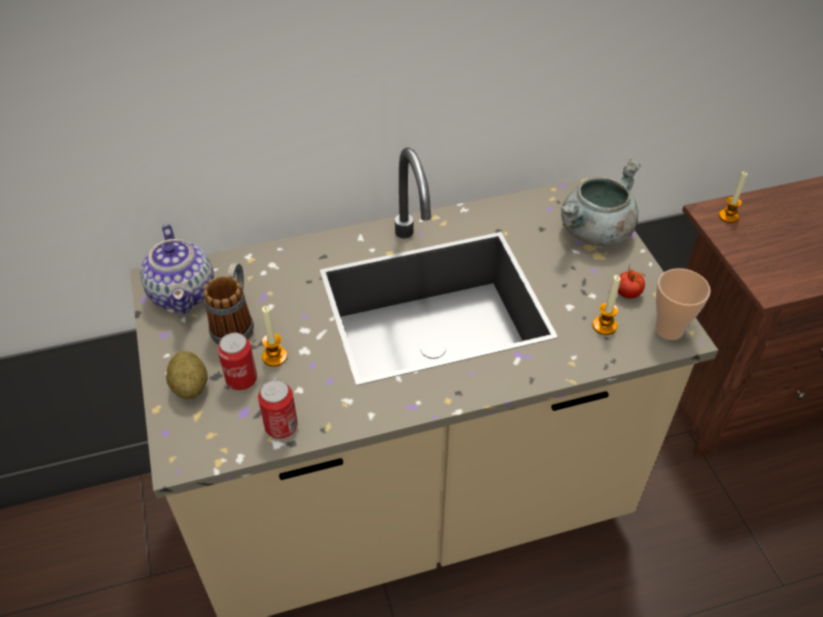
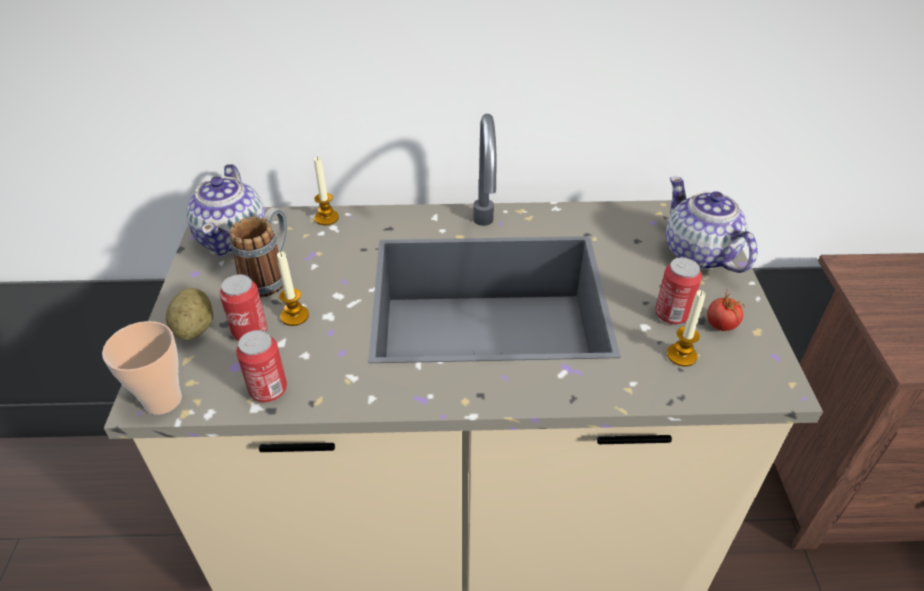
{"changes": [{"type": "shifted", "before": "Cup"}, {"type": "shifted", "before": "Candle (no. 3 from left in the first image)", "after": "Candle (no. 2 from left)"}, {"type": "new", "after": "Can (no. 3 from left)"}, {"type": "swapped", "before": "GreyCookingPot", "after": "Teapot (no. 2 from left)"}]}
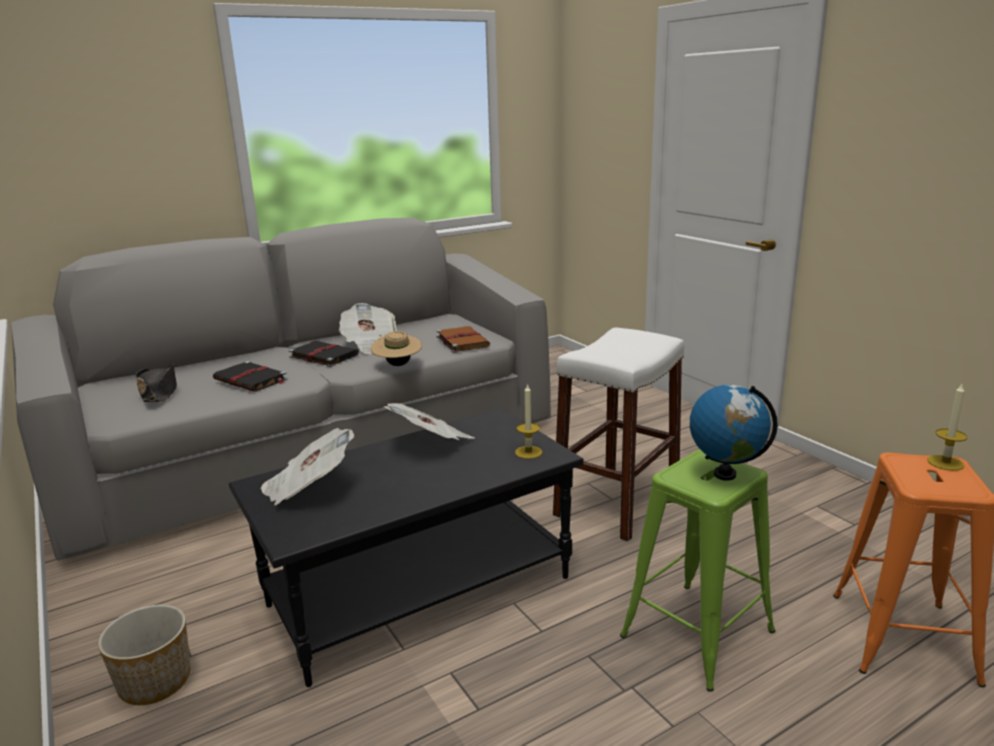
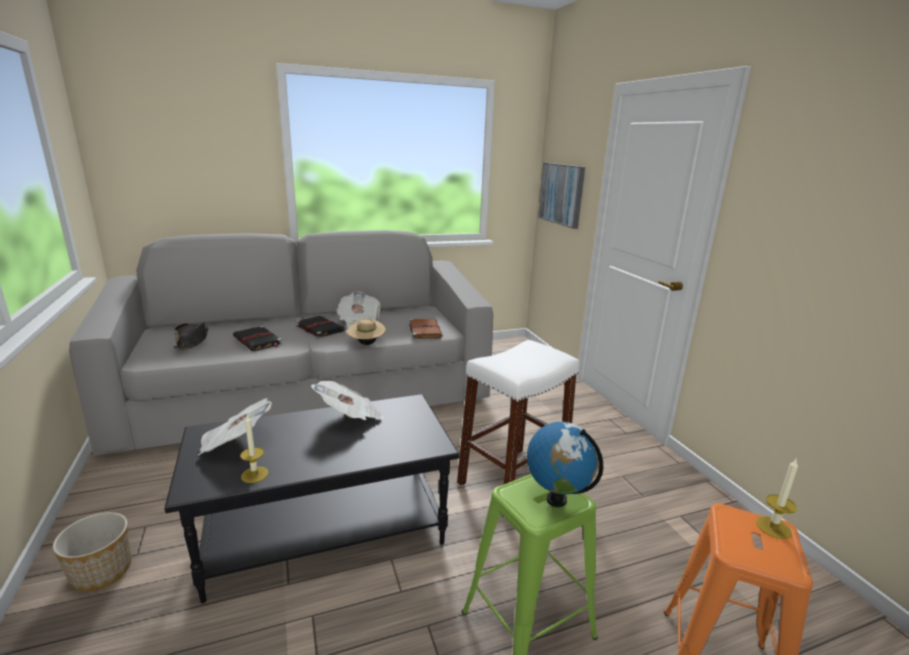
{"changes": [{"type": "shifted", "before": "Candle (no. 1 from left)"}, {"type": "new", "after": "Picture"}]}
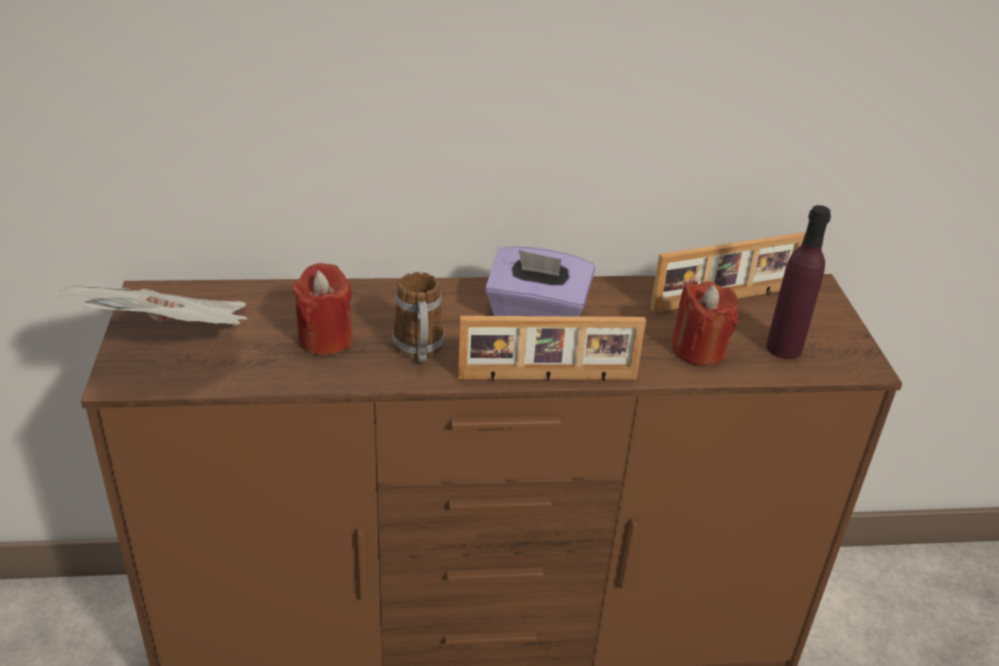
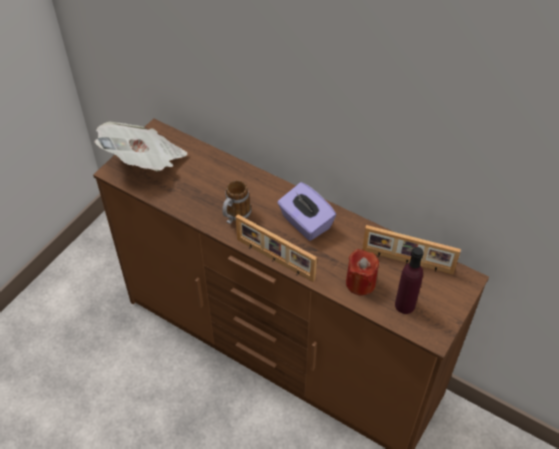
{"changes": [{"type": "gone", "before": "RedCandle (no. 1 from left)"}]}
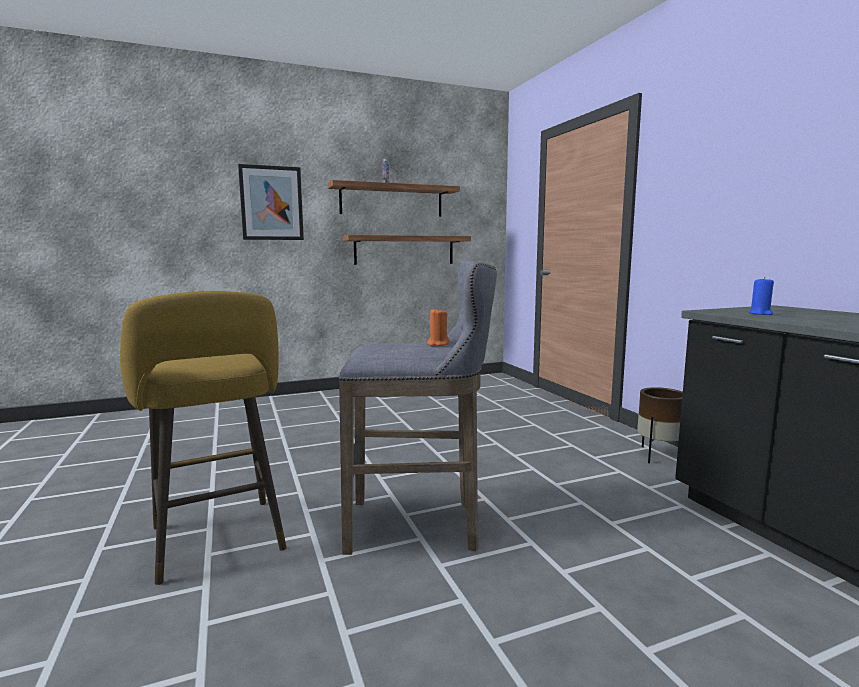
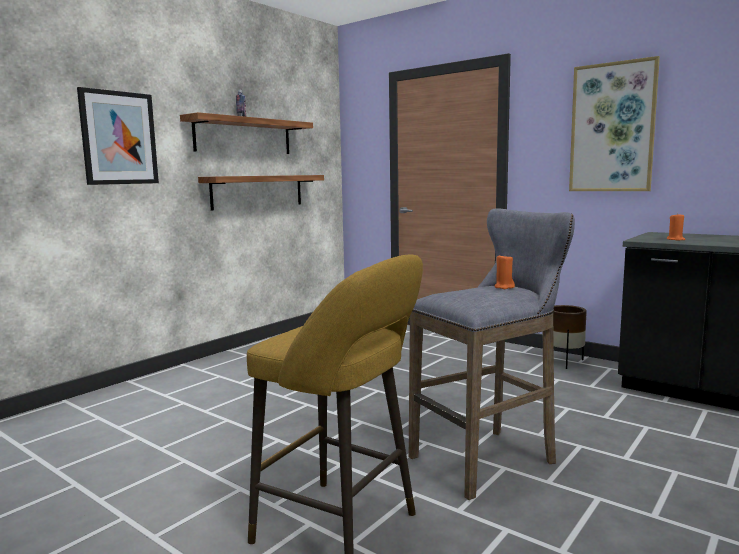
{"changes": [{"type": "new", "after": "Picture (no. 2 from left)"}, {"type": "repainted", "before": "BlueCandle", "after": "OrangeCandle (no. 2 from left)"}]}
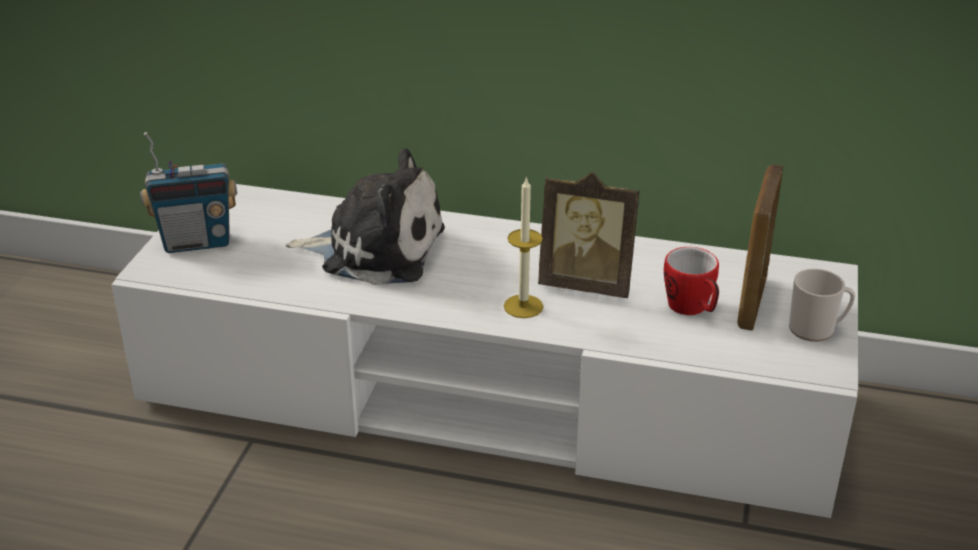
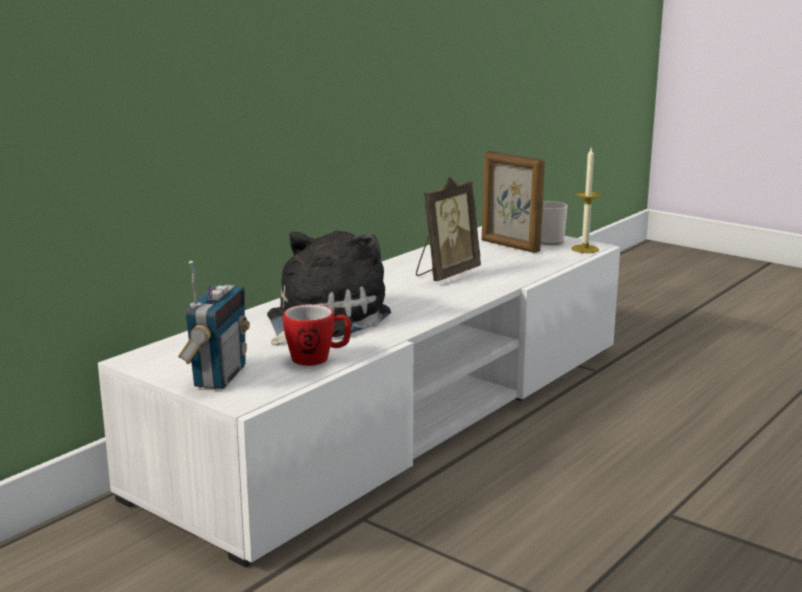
{"changes": [{"type": "shifted", "before": "Mug (no. 1 from left)"}, {"type": "shifted", "before": "Candle"}]}
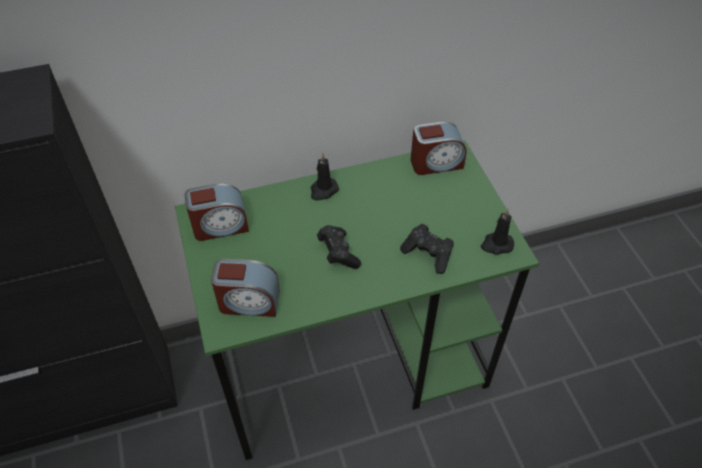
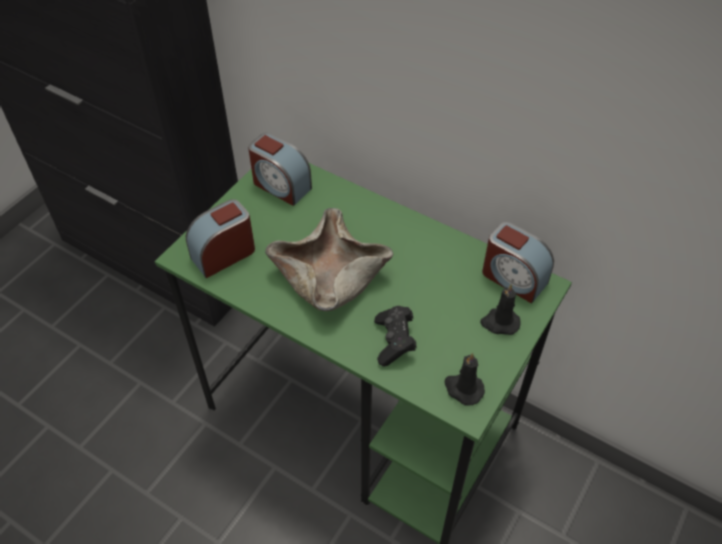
{"changes": [{"type": "rotated", "before": "AlarmClock (no. 2 from left in the first image)", "turn": 90}, {"type": "swapped", "before": "BlackGameController (no. 1 from left)", "after": "BeigeBowl"}, {"type": "shifted", "before": "BlackCandle (no. 1 from left in the first image)", "after": "BlackCandle (no. 2 from left)"}]}
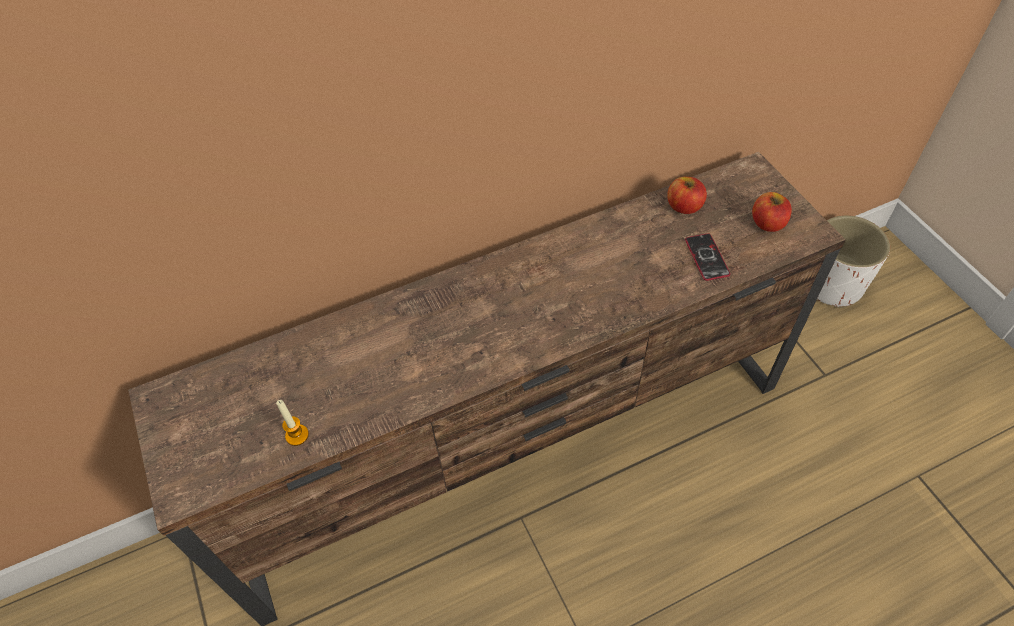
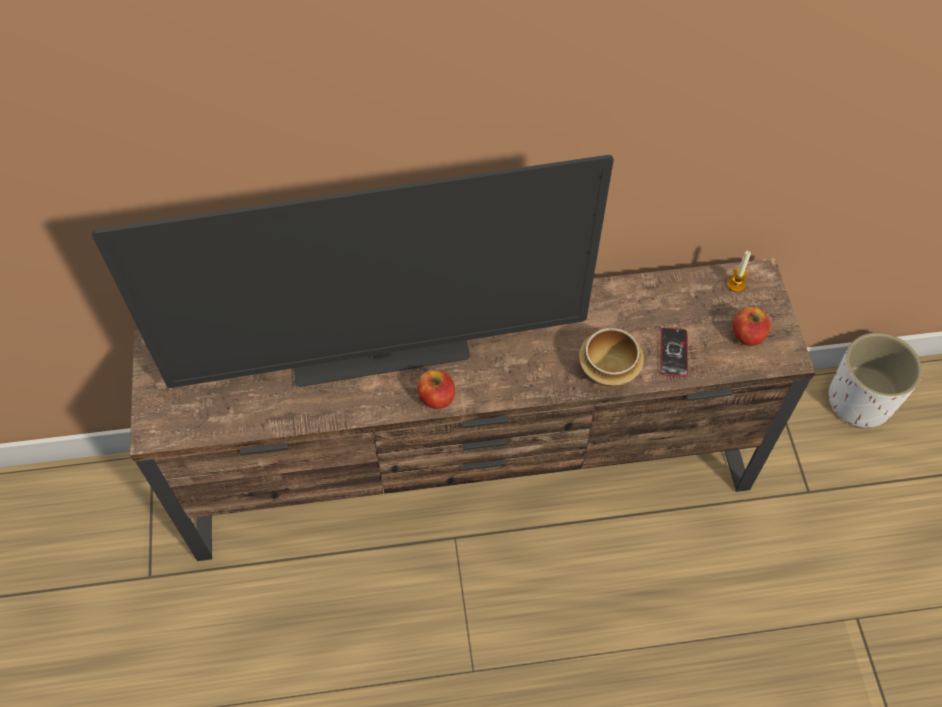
{"changes": [{"type": "new", "after": "Television"}, {"type": "shifted", "before": "Apple (no. 1 from left)"}, {"type": "new", "after": "Bowl"}, {"type": "shifted", "before": "Candle"}]}
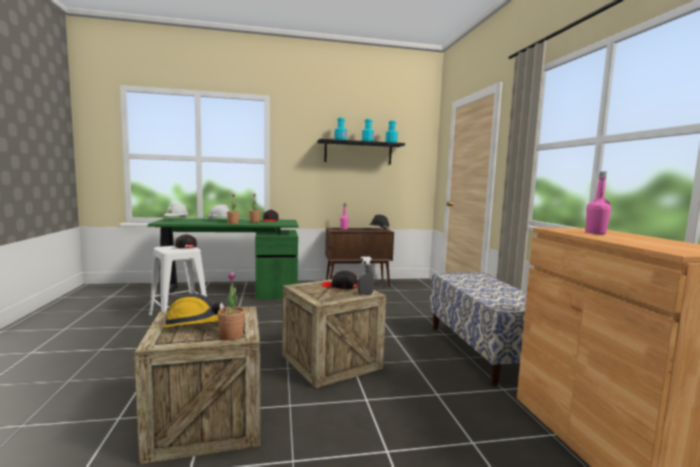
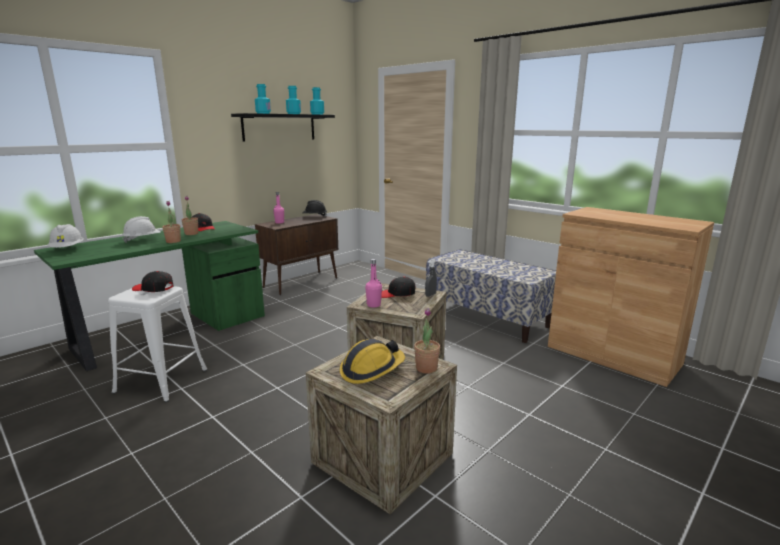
{"changes": [{"type": "shifted", "before": "PinkBottle (no. 2 from left)"}]}
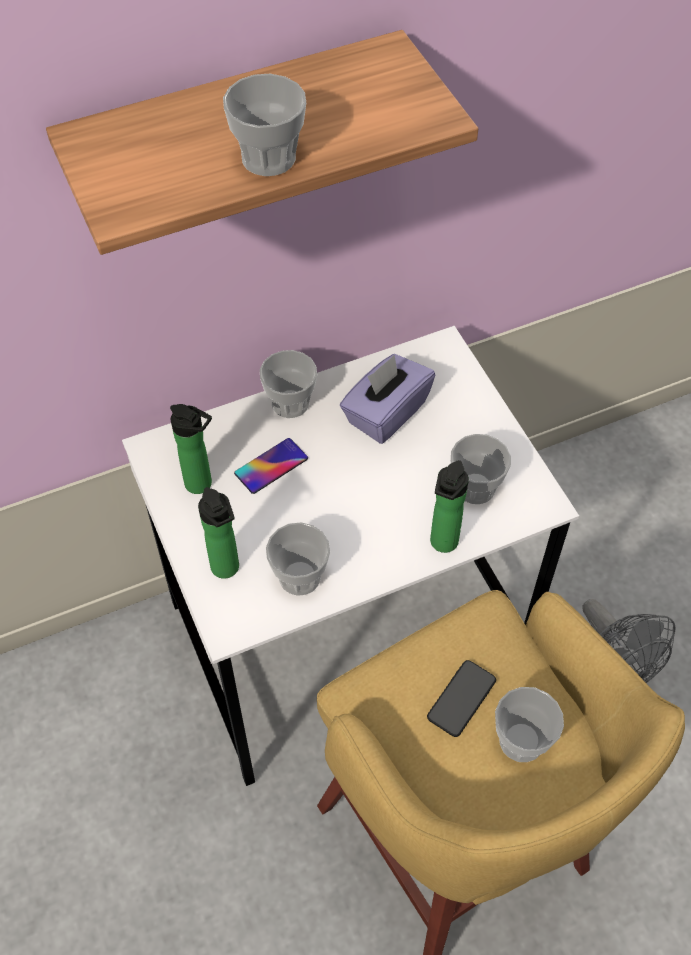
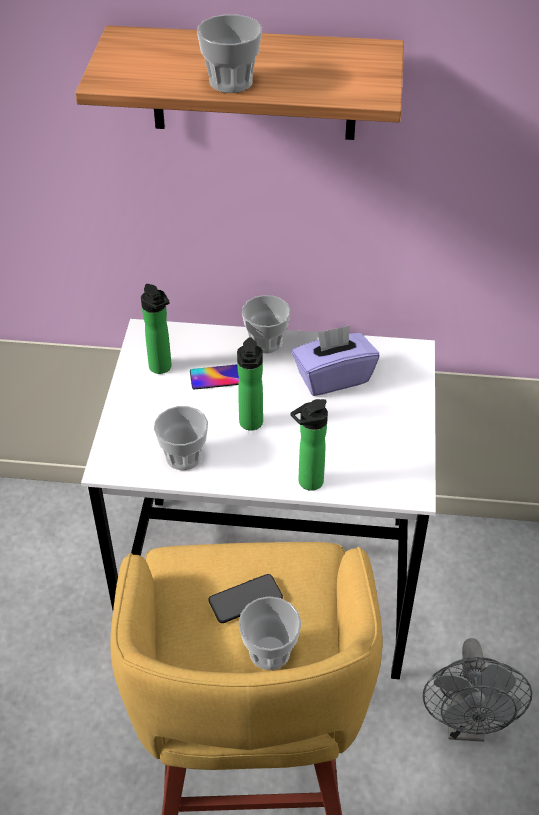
{"changes": [{"type": "shifted", "before": "Bottle (no. 2 from left)"}, {"type": "gone", "before": "Cup (no. 4 from left)"}]}
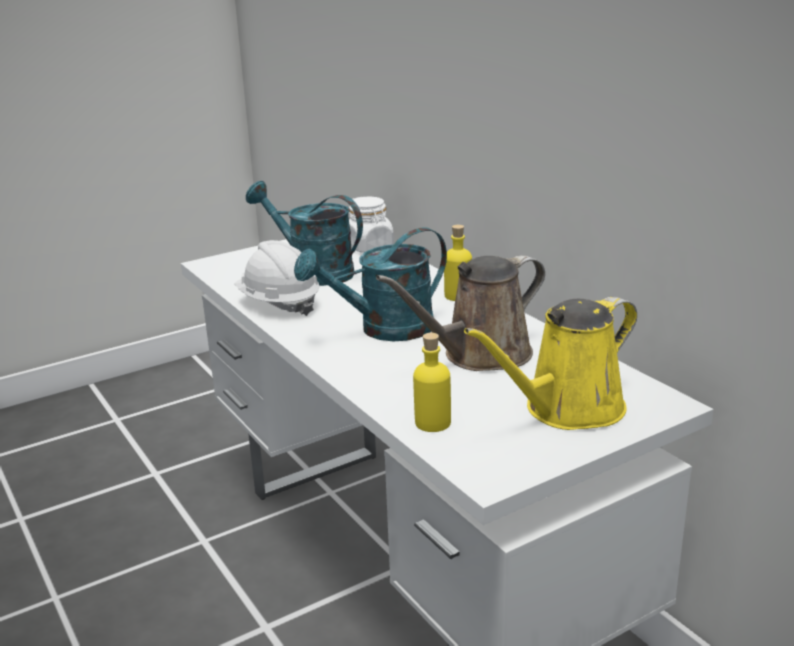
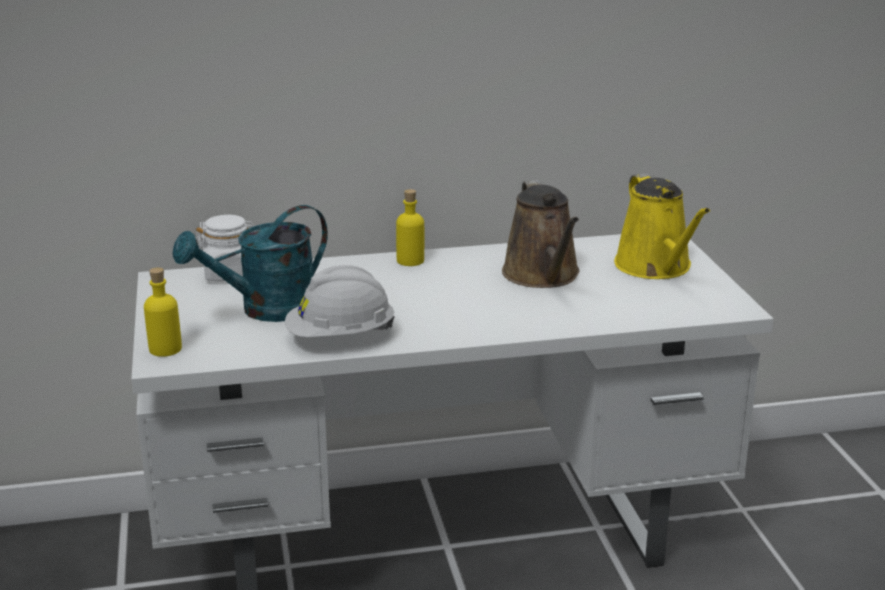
{"changes": [{"type": "shifted", "before": "YellowBottle (no. 1 from left)"}, {"type": "gone", "before": "TurquoiseWateringCan (no. 2 from left)"}]}
